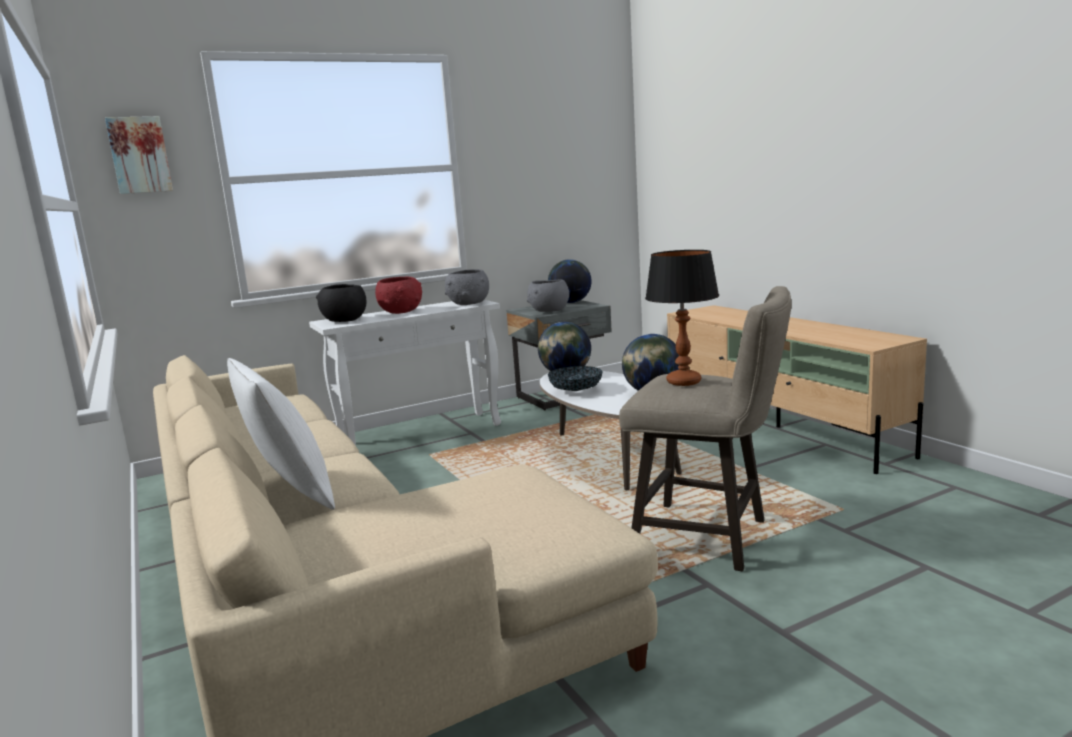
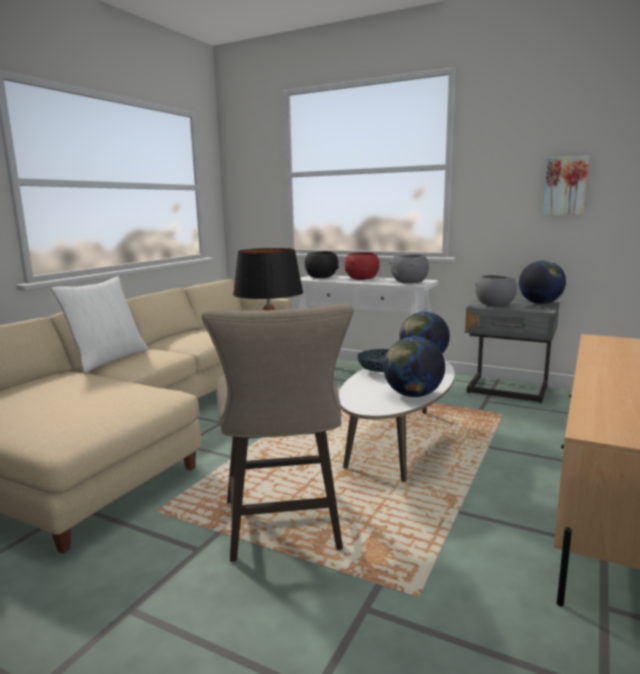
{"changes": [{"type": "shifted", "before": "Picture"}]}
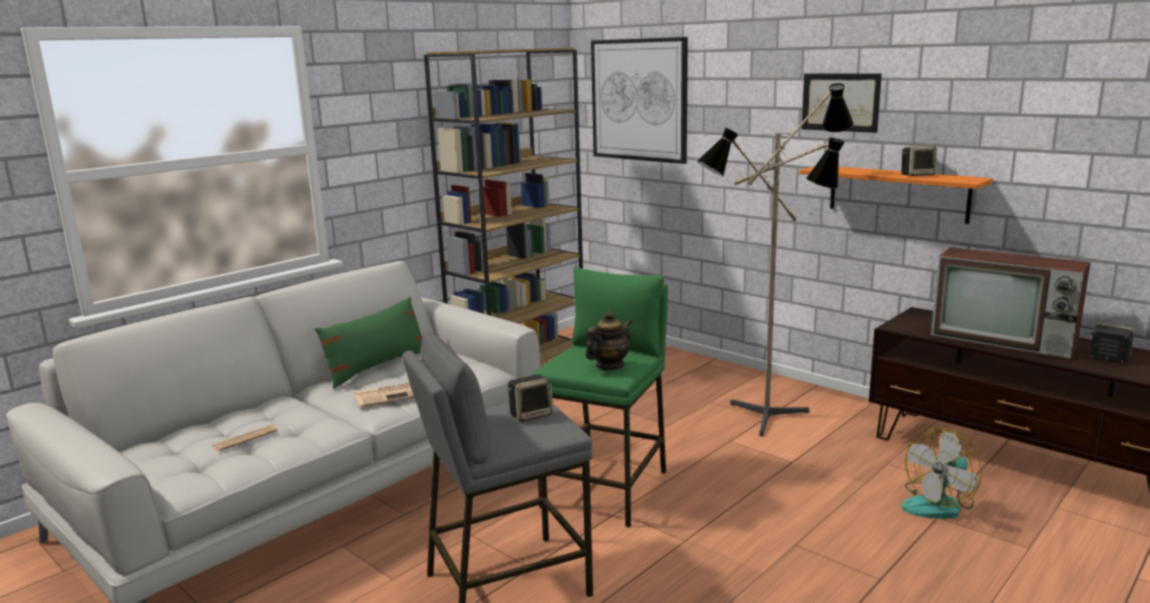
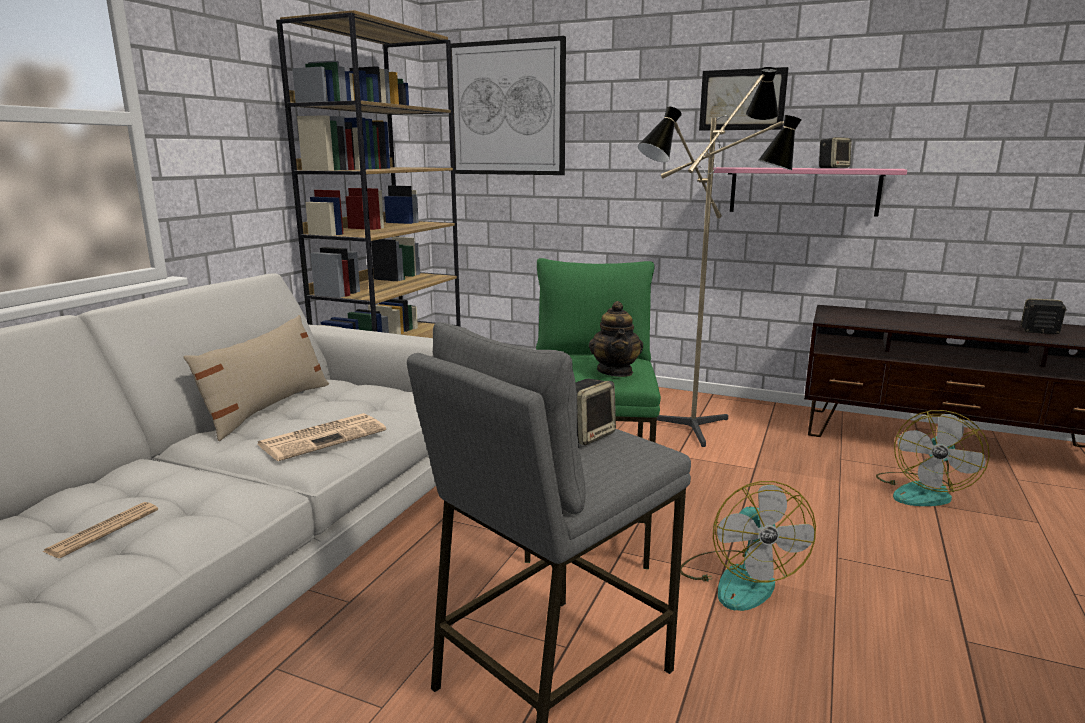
{"changes": [{"type": "repainted", "before": "GreenPillow", "after": "BeigePillow"}, {"type": "rotated", "before": "Teapot", "turn": 150}, {"type": "new", "after": "Fan (no. 1 from left)"}, {"type": "repainted", "before": "OrangeShelf", "after": "PinkShelf"}, {"type": "gone", "before": "Television"}]}
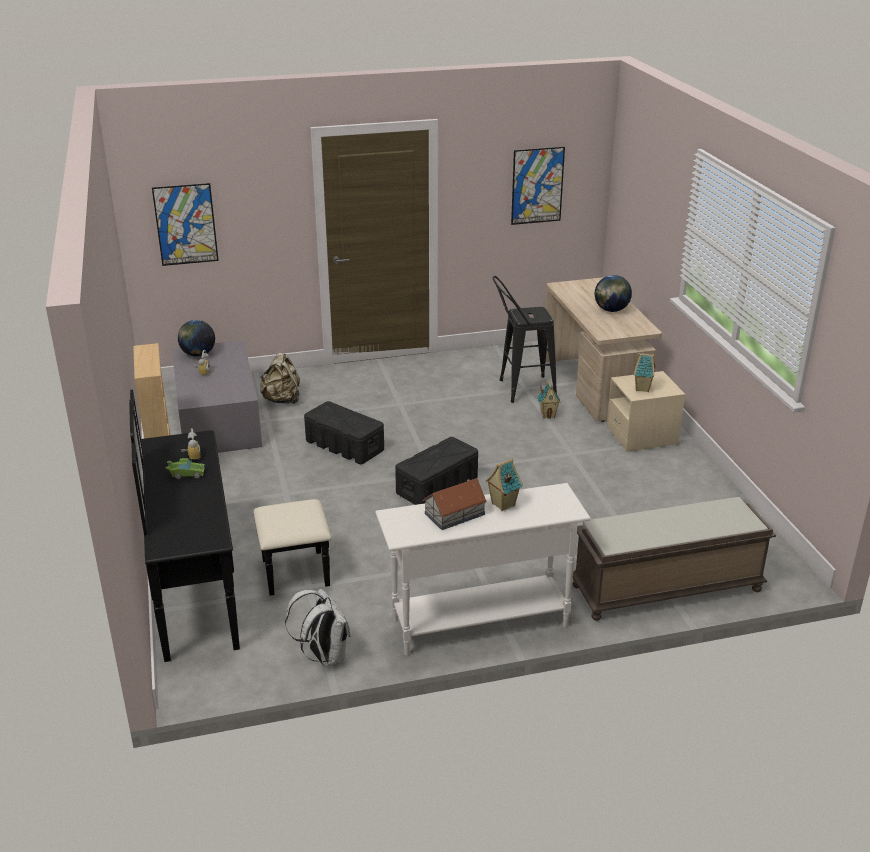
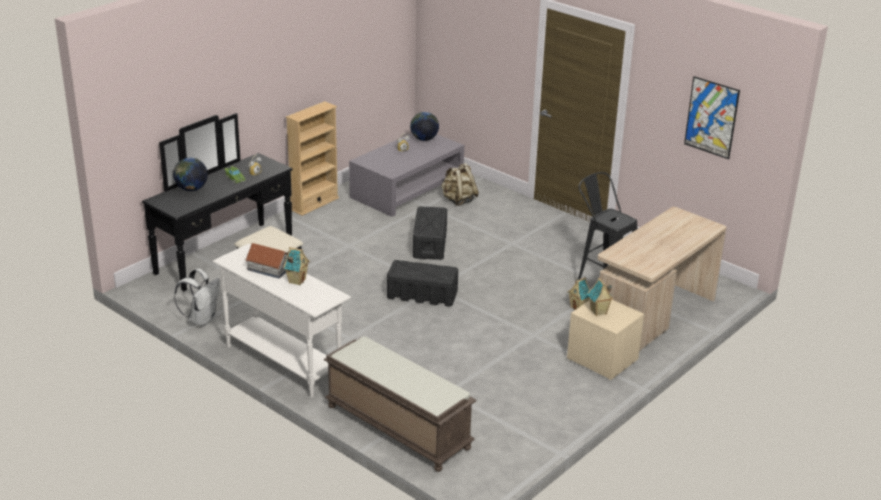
{"changes": [{"type": "shifted", "before": "Globe (no. 2 from left in the first image)", "after": "Globe (no. 1 from left)"}, {"type": "gone", "before": "Picture (no. 1 from left)"}]}
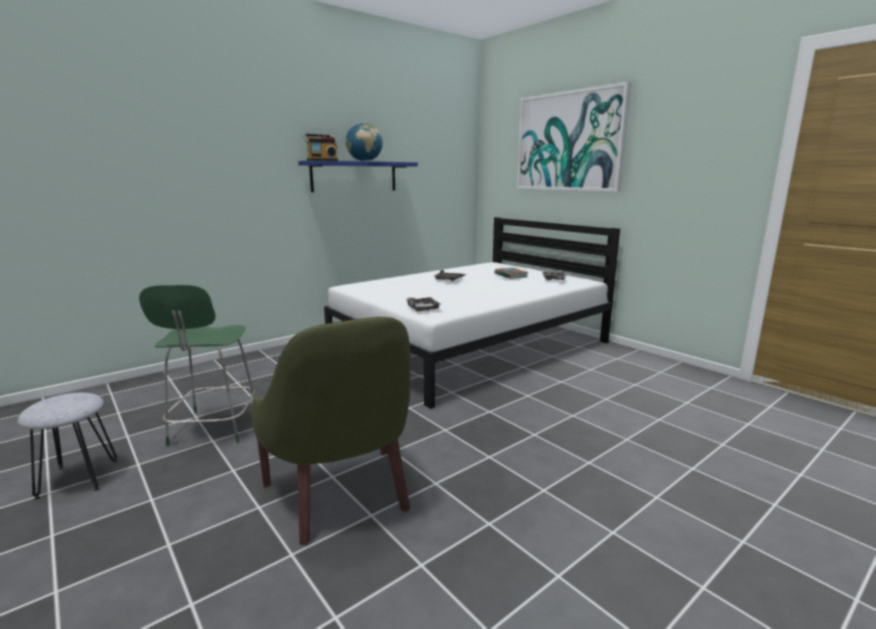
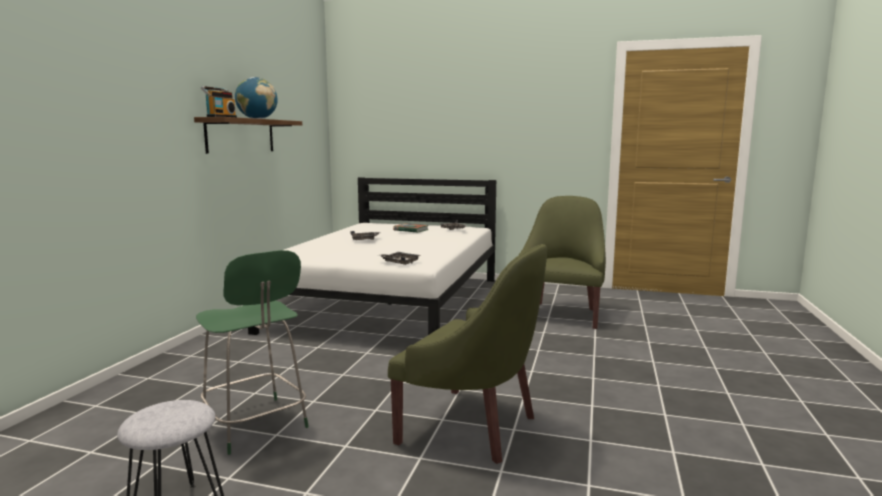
{"changes": [{"type": "repainted", "before": "BlueShelf", "after": "BrownShelf"}, {"type": "new", "after": "GreenArmchair (no. 2 from left)"}, {"type": "gone", "before": "Picture"}]}
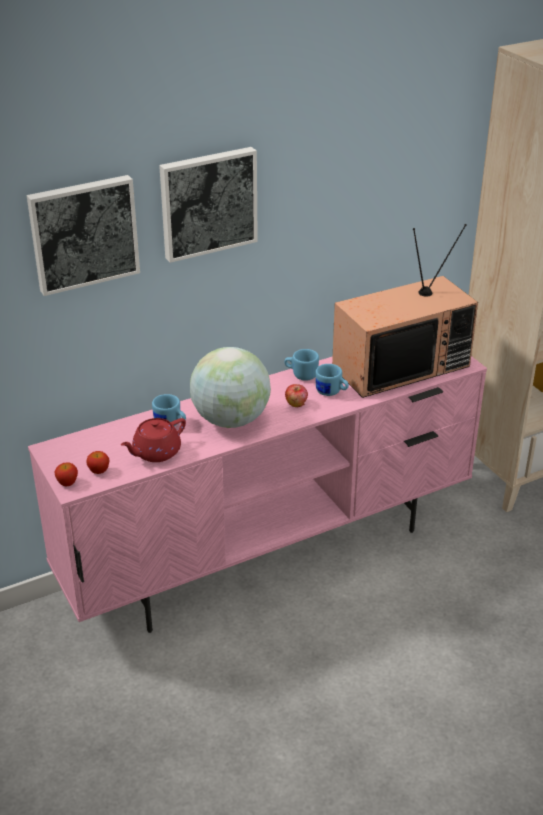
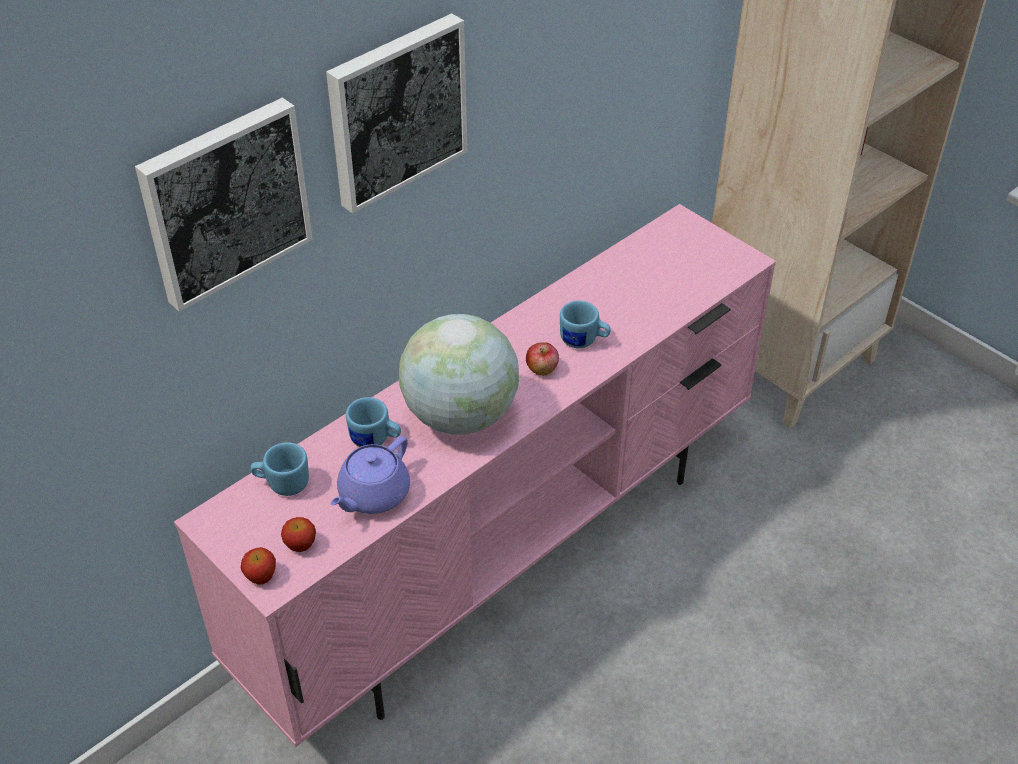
{"changes": [{"type": "shifted", "before": "BlueMug (no. 2 from left in the first image)", "after": "BlueMug (no. 1 from left)"}, {"type": "repainted", "before": "RedTeapot", "after": "PurpleTeapot"}, {"type": "gone", "before": "Television"}]}
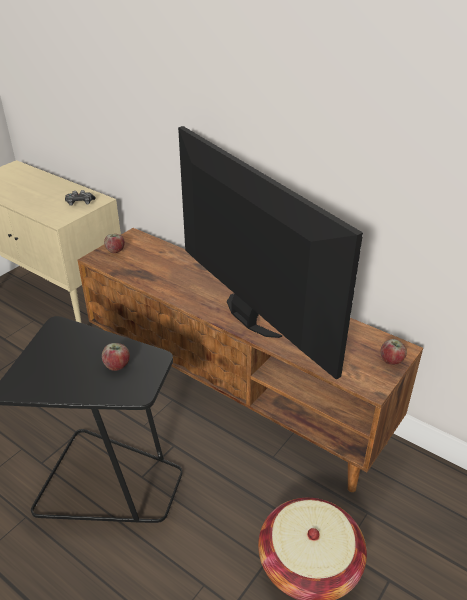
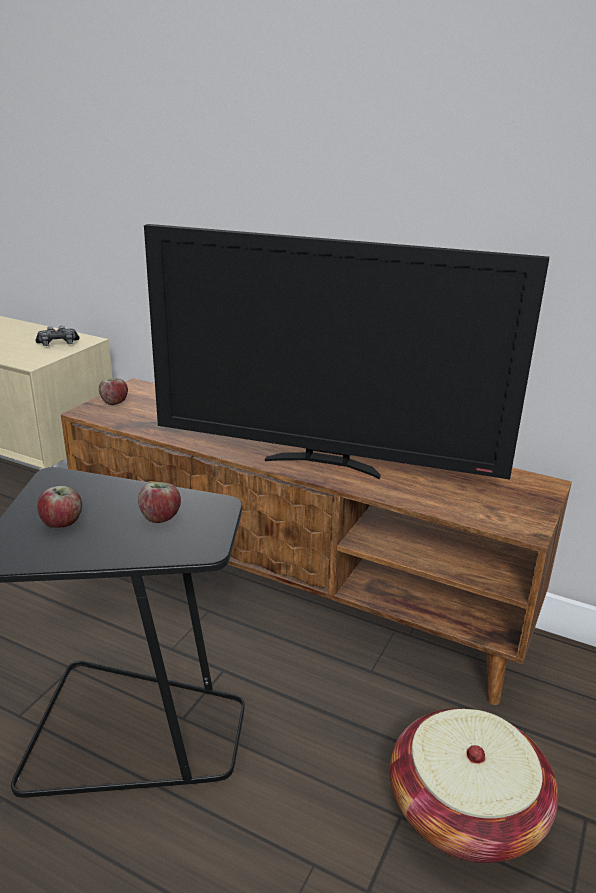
{"changes": [{"type": "shifted", "before": "Apple (no. 3 from left in the first image)", "after": "Apple (no. 1 from left)"}, {"type": "rotated", "before": "Television", "turn": 150}]}
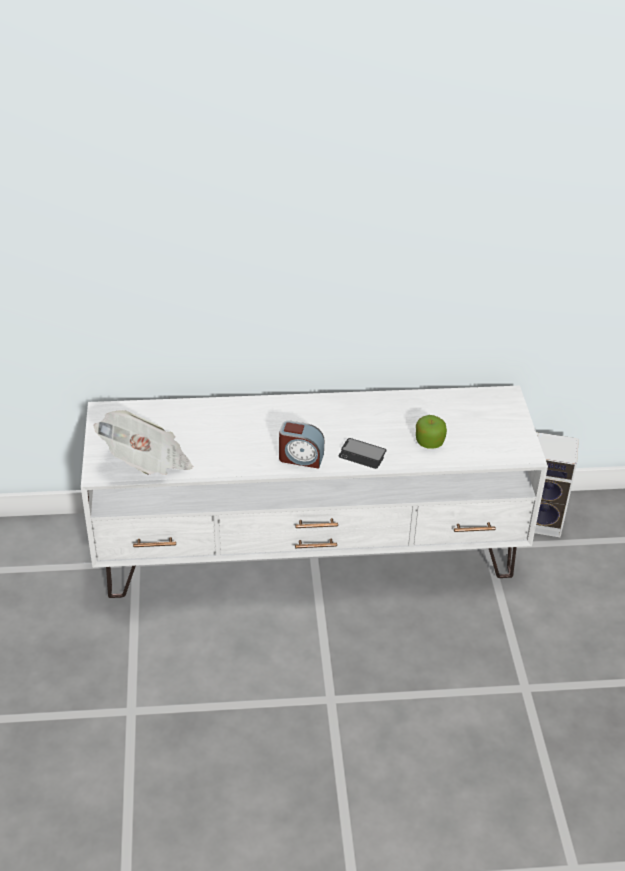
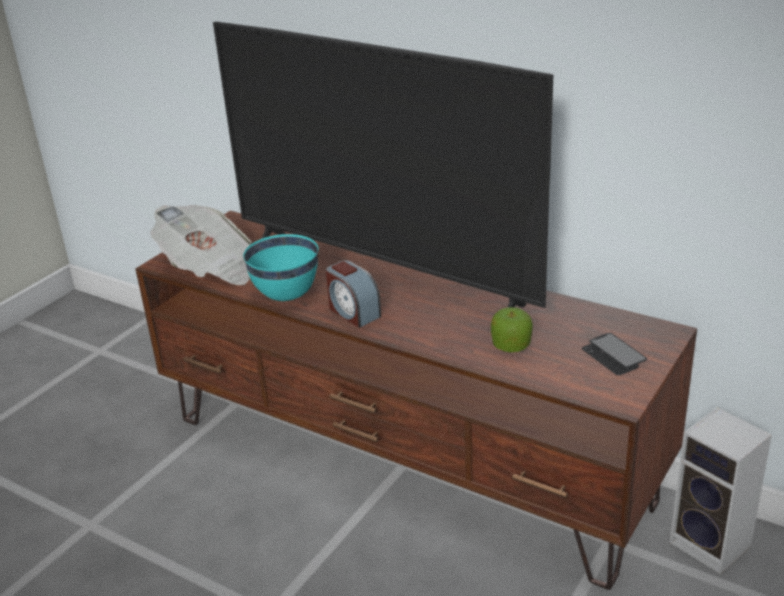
{"changes": [{"type": "repainted", "before": "WhiteTvStand", "after": "BrownTvStand"}, {"type": "new", "after": "Television"}, {"type": "new", "after": "TurquoiseBowl"}, {"type": "shifted", "before": "Phone"}]}
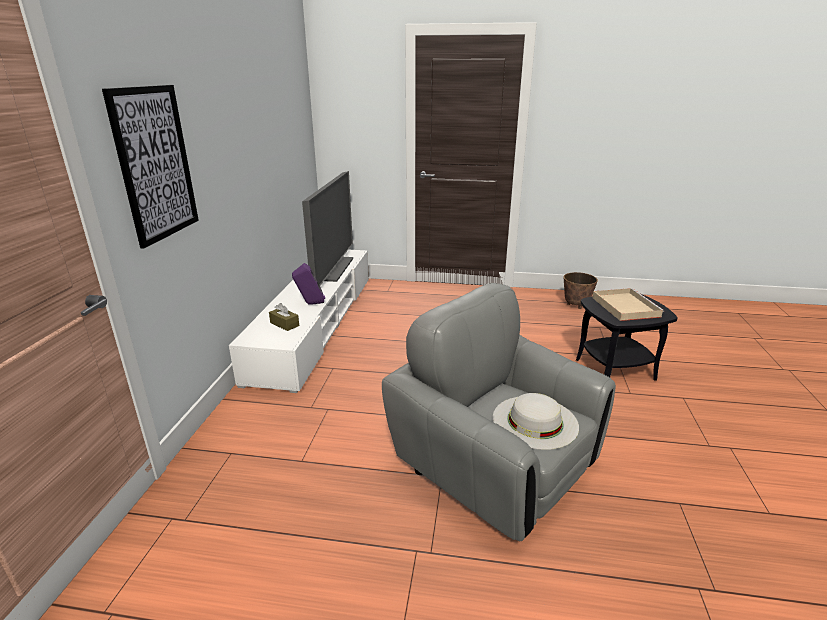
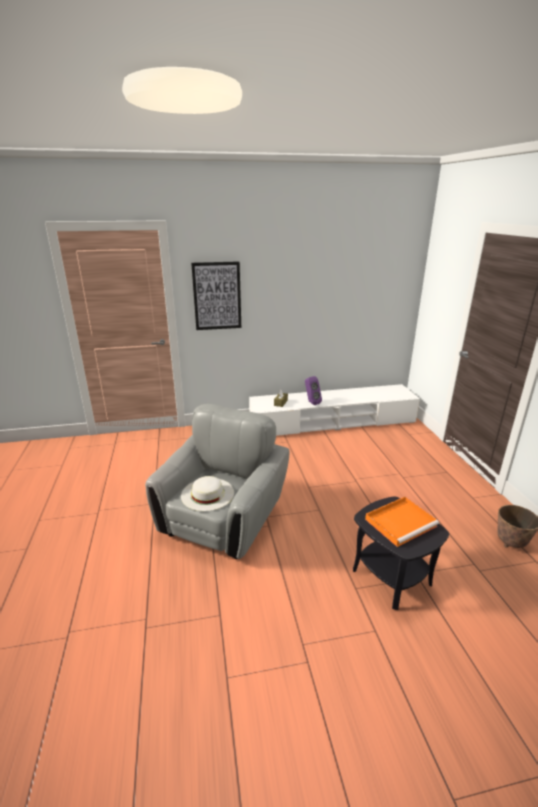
{"changes": [{"type": "repainted", "before": "BeigeTray", "after": "OrangeTray"}, {"type": "gone", "before": "Television"}]}
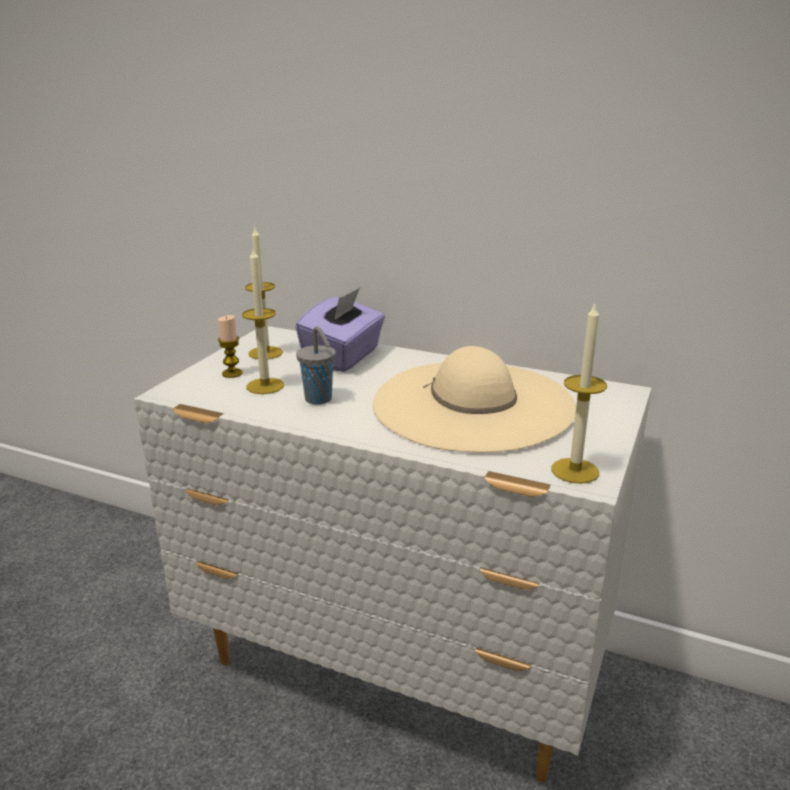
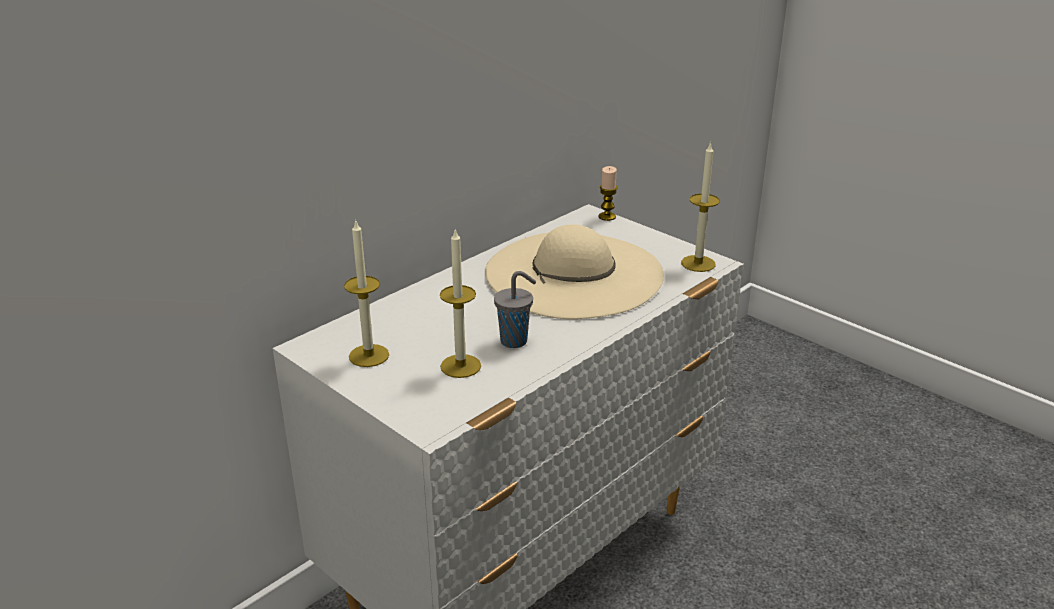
{"changes": [{"type": "shifted", "before": "Candle (no. 1 from left in the first image)", "after": "Candle (no. 3 from left)"}, {"type": "gone", "before": "PurpleTissueBox"}]}
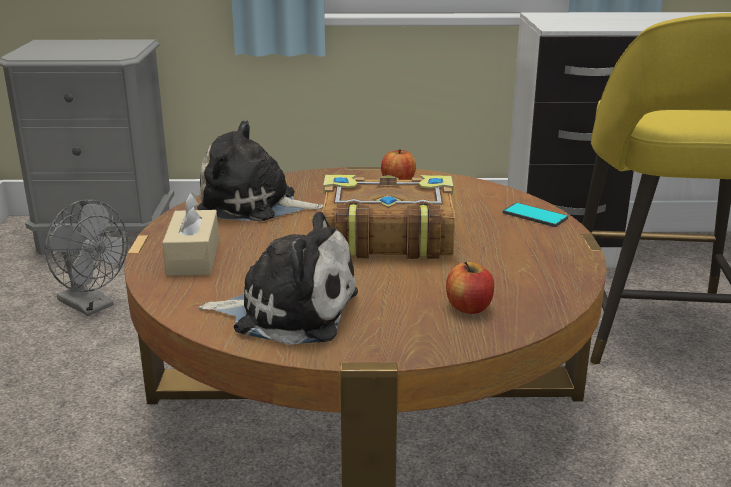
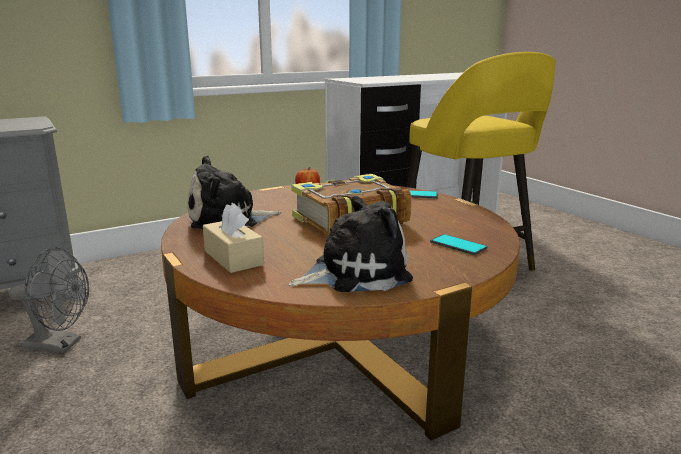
{"changes": [{"type": "swapped", "before": "Apple (no. 2 from left)", "after": "Phone (no. 2 from left)"}]}
